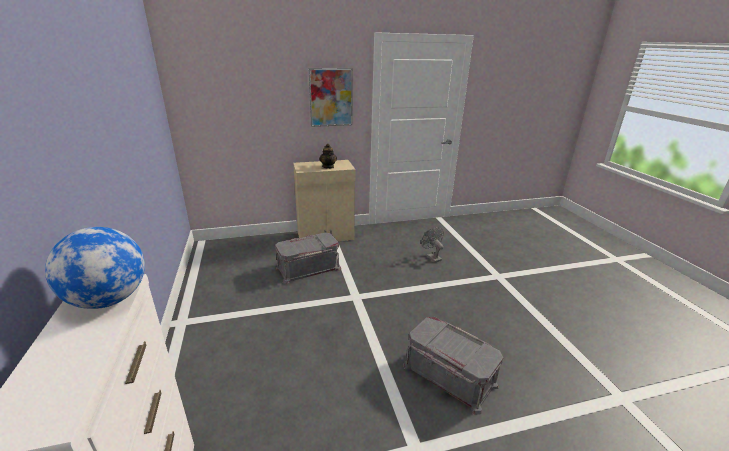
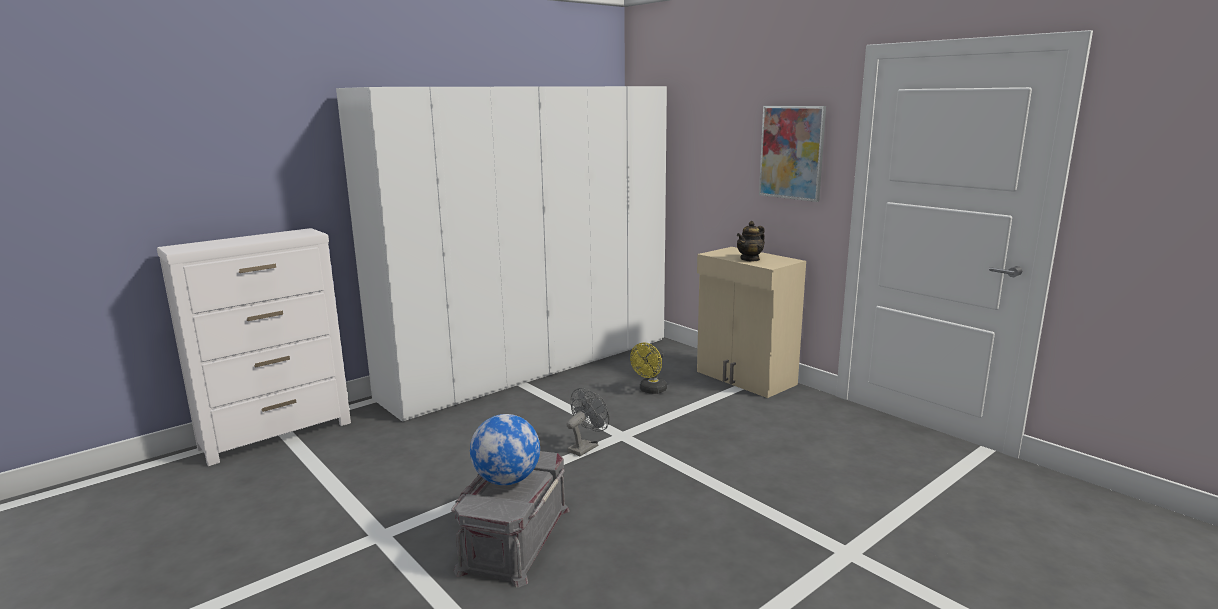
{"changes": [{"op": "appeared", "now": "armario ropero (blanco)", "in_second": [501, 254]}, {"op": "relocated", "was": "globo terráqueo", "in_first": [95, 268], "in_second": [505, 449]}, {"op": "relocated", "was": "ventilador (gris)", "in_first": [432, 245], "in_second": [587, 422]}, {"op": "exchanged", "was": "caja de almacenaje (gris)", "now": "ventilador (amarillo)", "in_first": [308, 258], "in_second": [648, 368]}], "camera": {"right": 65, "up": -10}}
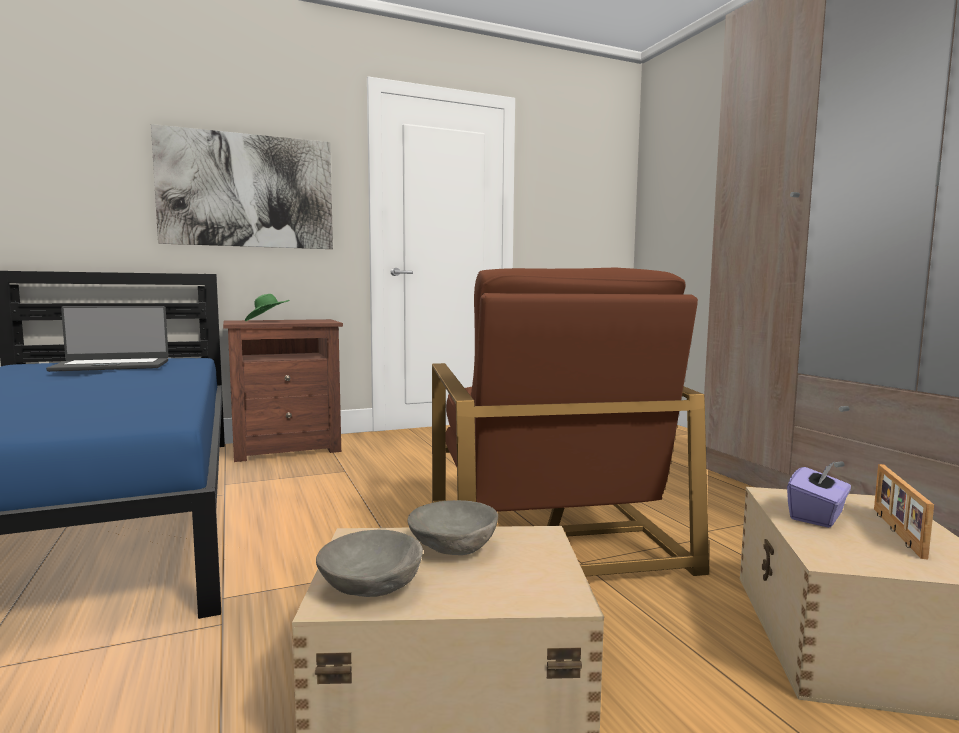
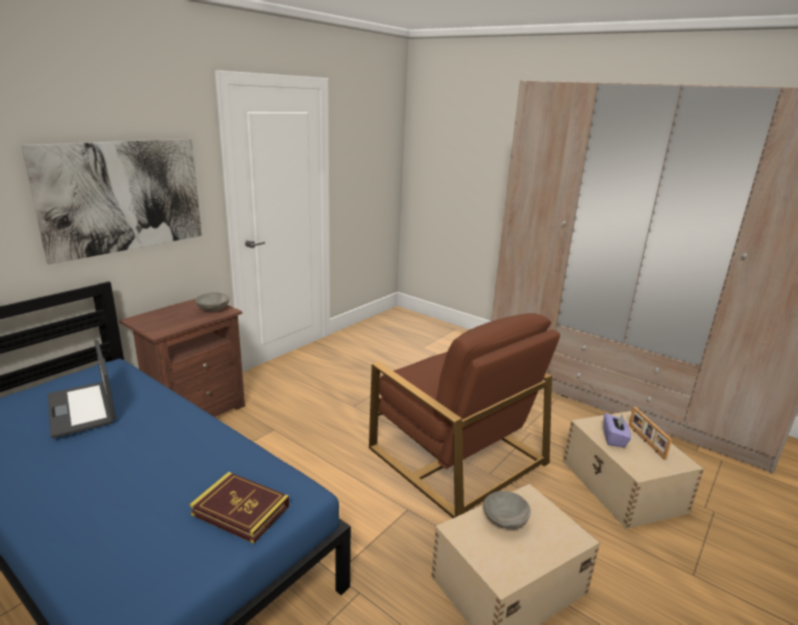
{"changes": [{"op": "spun", "was": "portátil", "in_first": [107, 339], "in_second": [82, 389], "clockwise": 105}, {"op": "appeared", "now": "libro", "in_second": [239, 507]}, {"op": "relocated", "was": "cuenco (gris)", "in_first": [369, 563], "in_second": [212, 302]}, {"op": "missing", "was": "sombrero (verde)", "in_first": [267, 307]}], "camera": {"right": -30, "up": 15}}
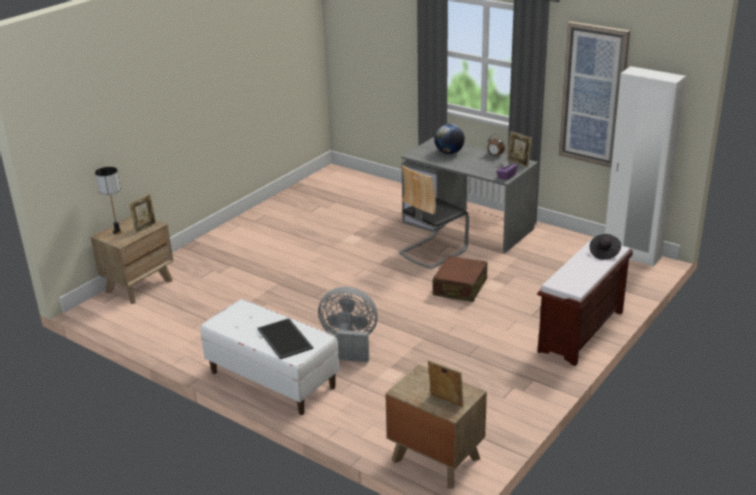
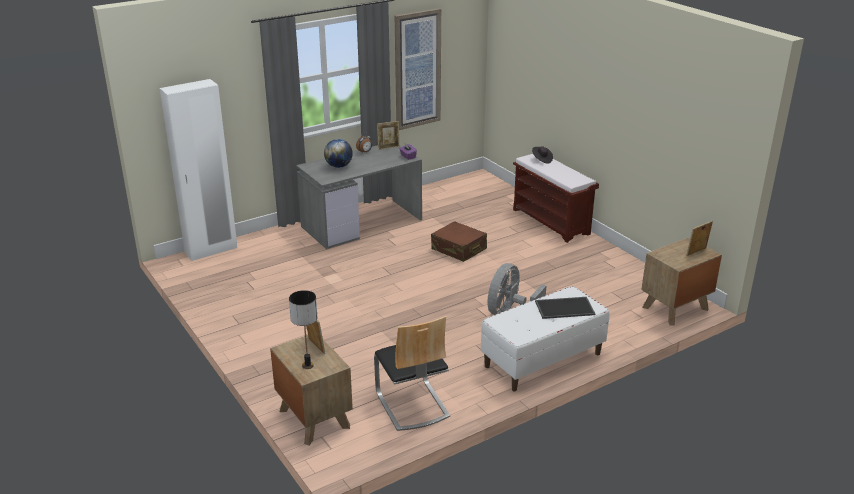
{"changes": [{"op": "relocated", "was": "armario ropero (blanco)", "in_first": [645, 166], "in_second": [198, 170]}, {"op": "relocated", "was": "silla", "in_first": [434, 217], "in_second": [412, 373]}], "camera": {"right": -70, "up": 0}}
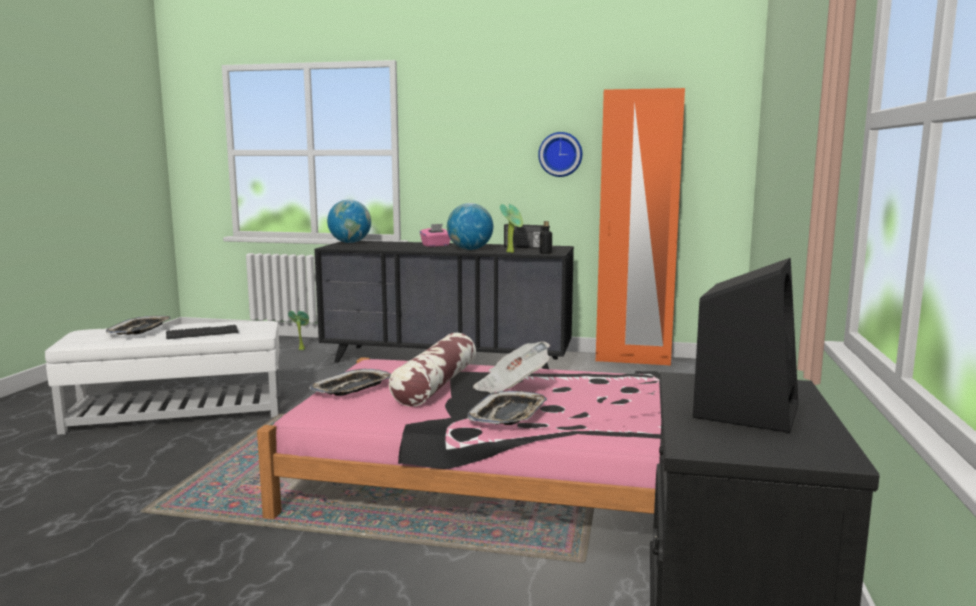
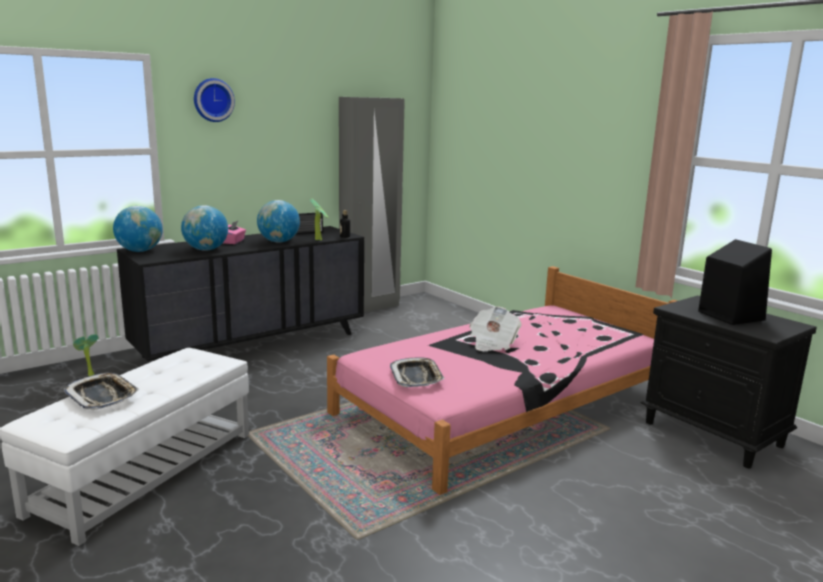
{"changes": [{"op": "appeared", "now": "globo terráqueo", "in_second": [204, 228]}, {"op": "relocated", "was": "reloj de pared", "in_first": [560, 154], "in_second": [214, 100]}, {"op": "colour", "was": "armario ropero (naranja)", "now": "armario ropero (gris)", "in_first": [640, 227], "in_second": [372, 204]}, {"op": "missing", "was": "teclado", "in_first": [202, 332]}, {"op": "missing", "was": "cojín", "in_first": [432, 369]}, {"op": "missing", "was": "bandeja", "in_first": [507, 408]}], "camera": {"right": -50, "up": 5}}
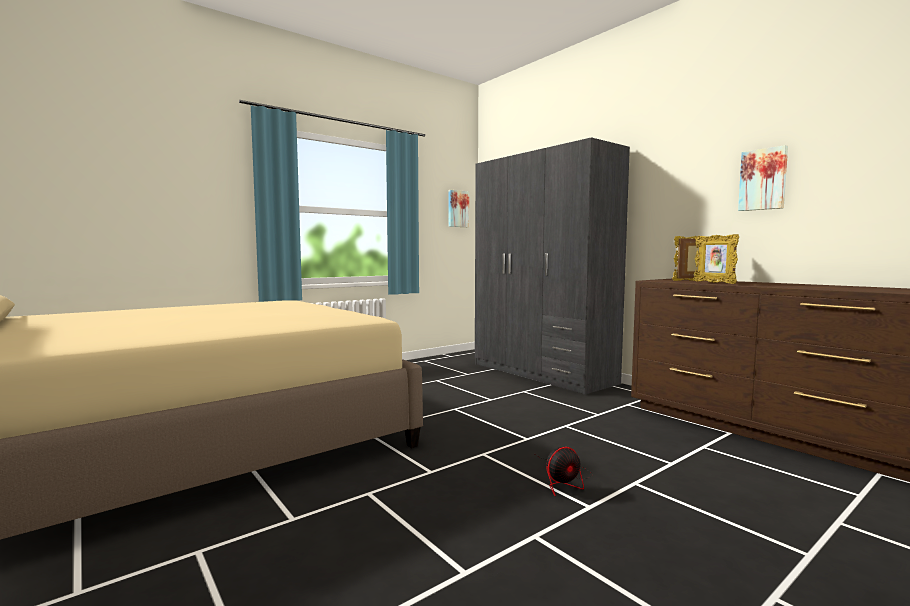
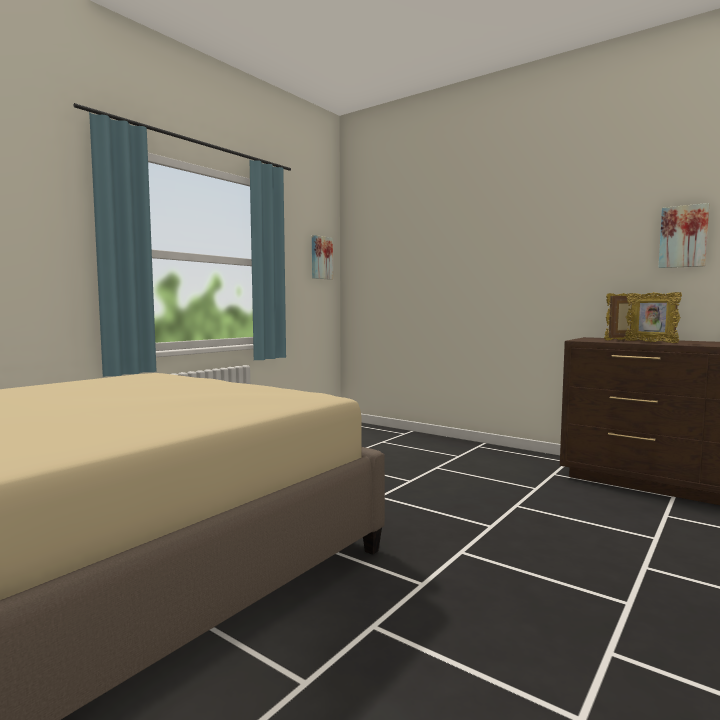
{"changes": [{"op": "missing", "was": "armario ropero (gris)", "in_first": [552, 266]}, {"op": "missing", "was": "ventilador", "in_first": [564, 471]}], "camera": {"right": -15, "up": 0}}
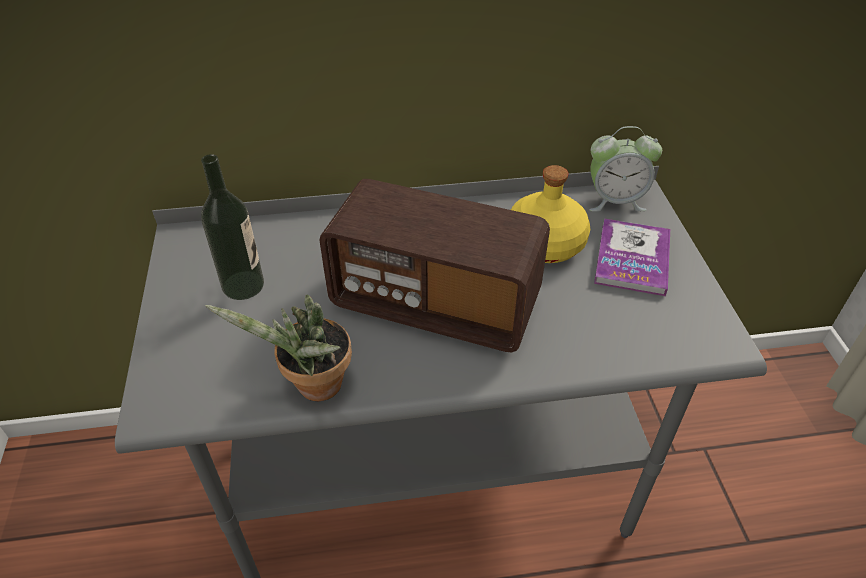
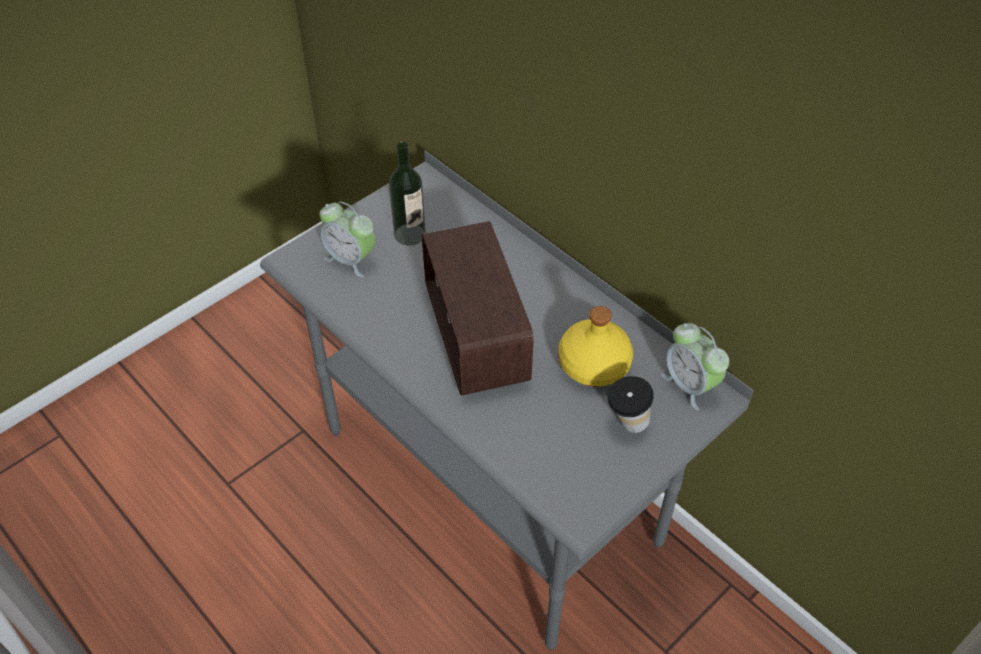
{"changes": [{"op": "appeared", "now": "despertador", "in_second": [347, 240]}, {"op": "exchanged", "was": "libro", "now": "taza", "in_first": [632, 257], "in_second": [630, 404]}, {"op": "missing", "was": "planta en maceta", "in_first": [278, 348]}], "camera": {"right": 55, "up": 5}}
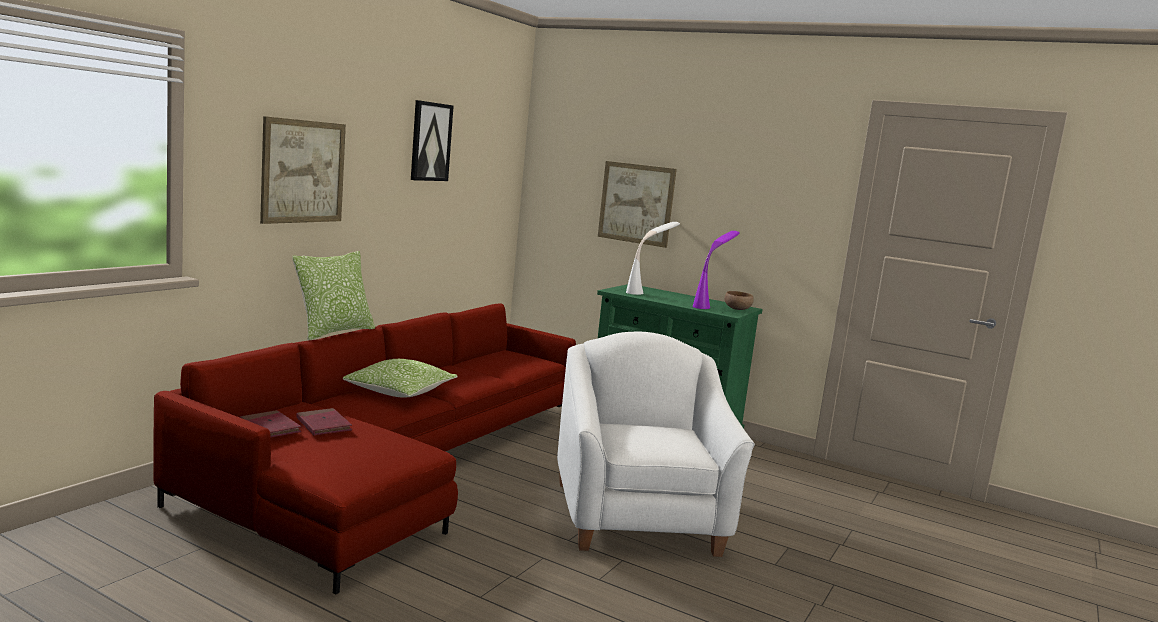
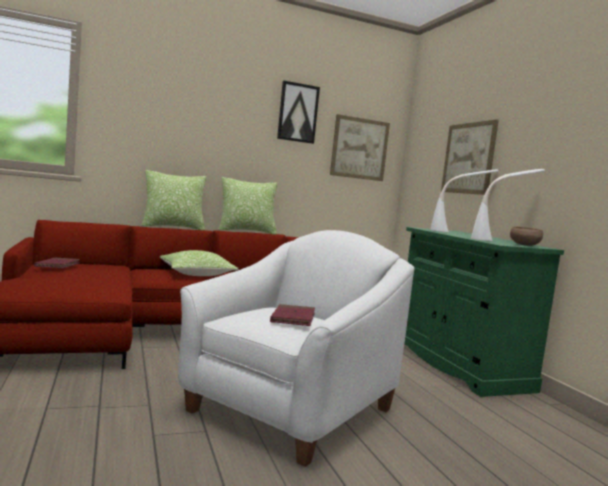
{"changes": [{"op": "appeared", "now": "cojín", "in_second": [248, 206]}, {"op": "relocated", "was": "libro (rojo)", "in_first": [324, 422], "in_second": [292, 315]}, {"op": "relocated", "was": "cuadro", "in_first": [303, 170], "in_second": [360, 147]}, {"op": "colour", "was": "lámpara de mesa (morado)", "now": "lámpara de mesa (blanco)", "in_first": [716, 270], "in_second": [508, 205]}], "camera": {"right": 40, "up": -5}}
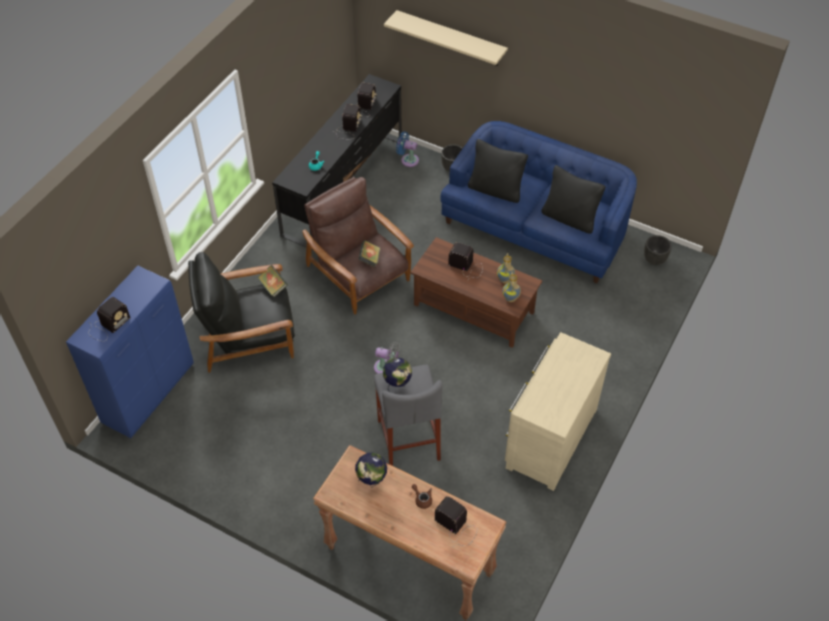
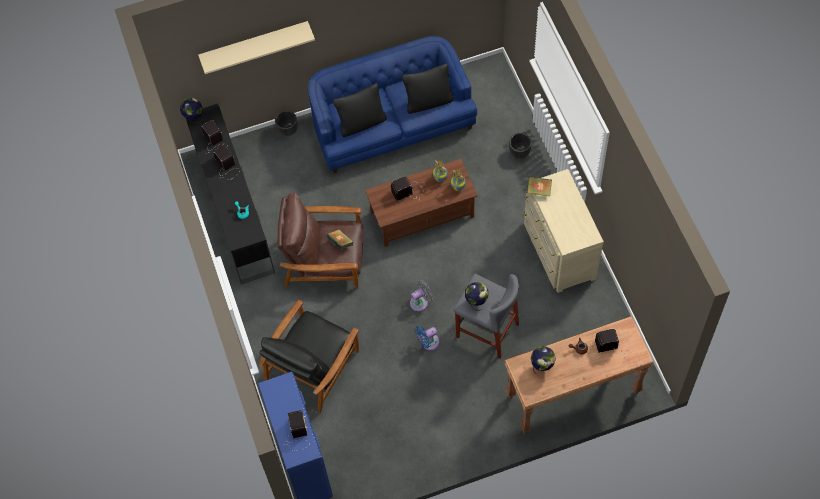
{"changes": [{"op": "appeared", "now": "globo terráqueo", "in_second": [191, 110]}, {"op": "relocated", "was": "ventilador (azul)", "in_first": [407, 149], "in_second": [427, 338]}, {"op": "relocated", "was": "maceta (negro)", "in_first": [658, 250], "in_second": [520, 146]}, {"op": "relocated", "was": "libro", "in_first": [272, 281], "in_second": [539, 186]}], "camera": {"right": -45, "up": 10}}
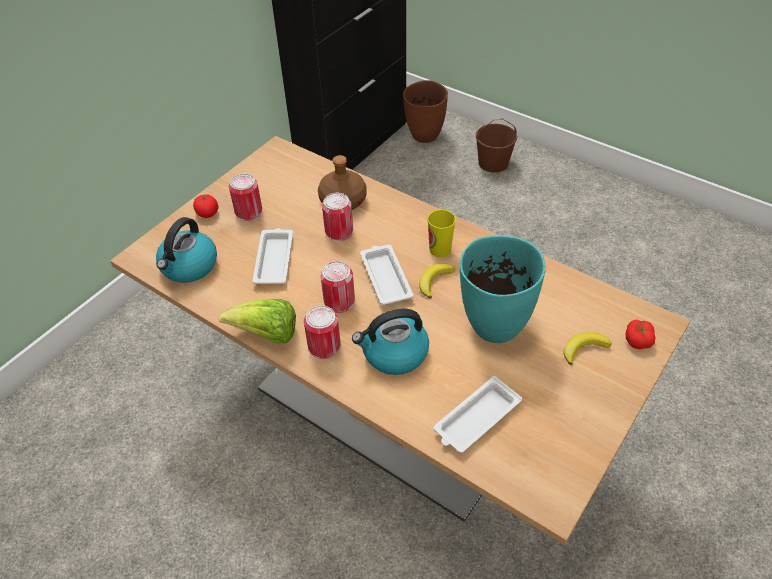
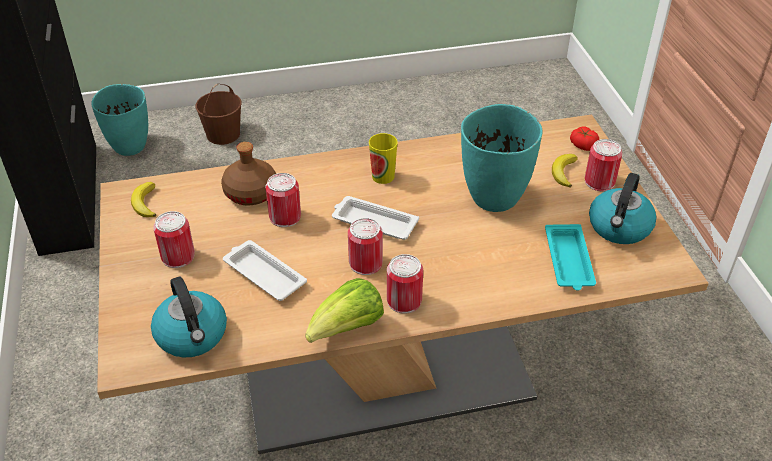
{"changes": [{"op": "colour", "was": "florero (marrón)", "now": "florero (turquesa)", "in_first": [425, 111], "in_second": [119, 120]}, {"op": "relocated", "was": "plátano", "in_first": [437, 281], "in_second": [144, 199]}, {"op": "colour", "was": "bandeja (blanco)", "now": "bandeja (turquesa)", "in_first": [478, 414], "in_second": [570, 257]}, {"op": "appeared", "now": "lata", "in_second": [603, 165]}, {"op": "relocated", "was": "hervidor", "in_first": [390, 341], "in_second": [623, 208]}, {"op": "missing", "was": "tomate", "in_first": [205, 206]}], "camera": {"right": -50, "up": -5}}
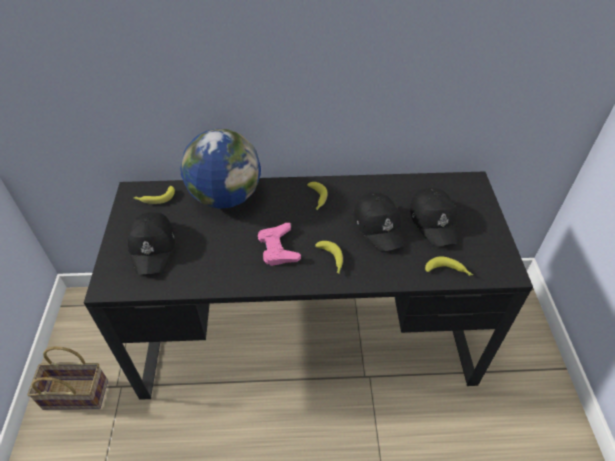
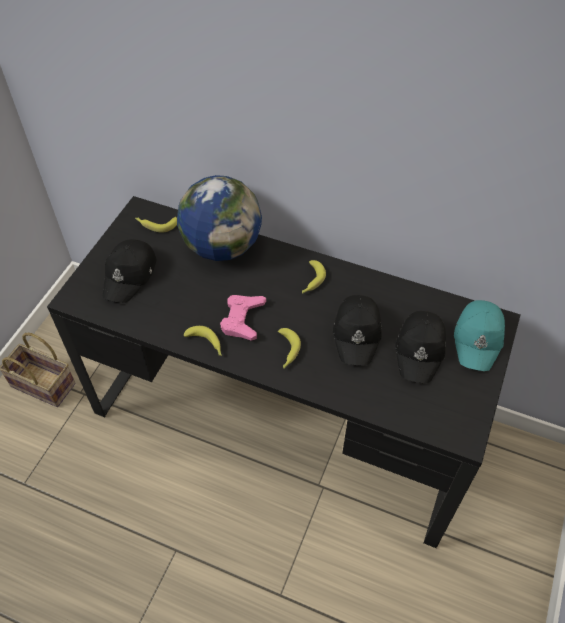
{"changes": [{"op": "relocated", "was": "plátano", "in_first": [449, 266], "in_second": [203, 341]}, {"op": "appeared", "now": "gorra (turquesa)", "in_second": [479, 335]}], "camera": {"right": 25, "up": 5}}
